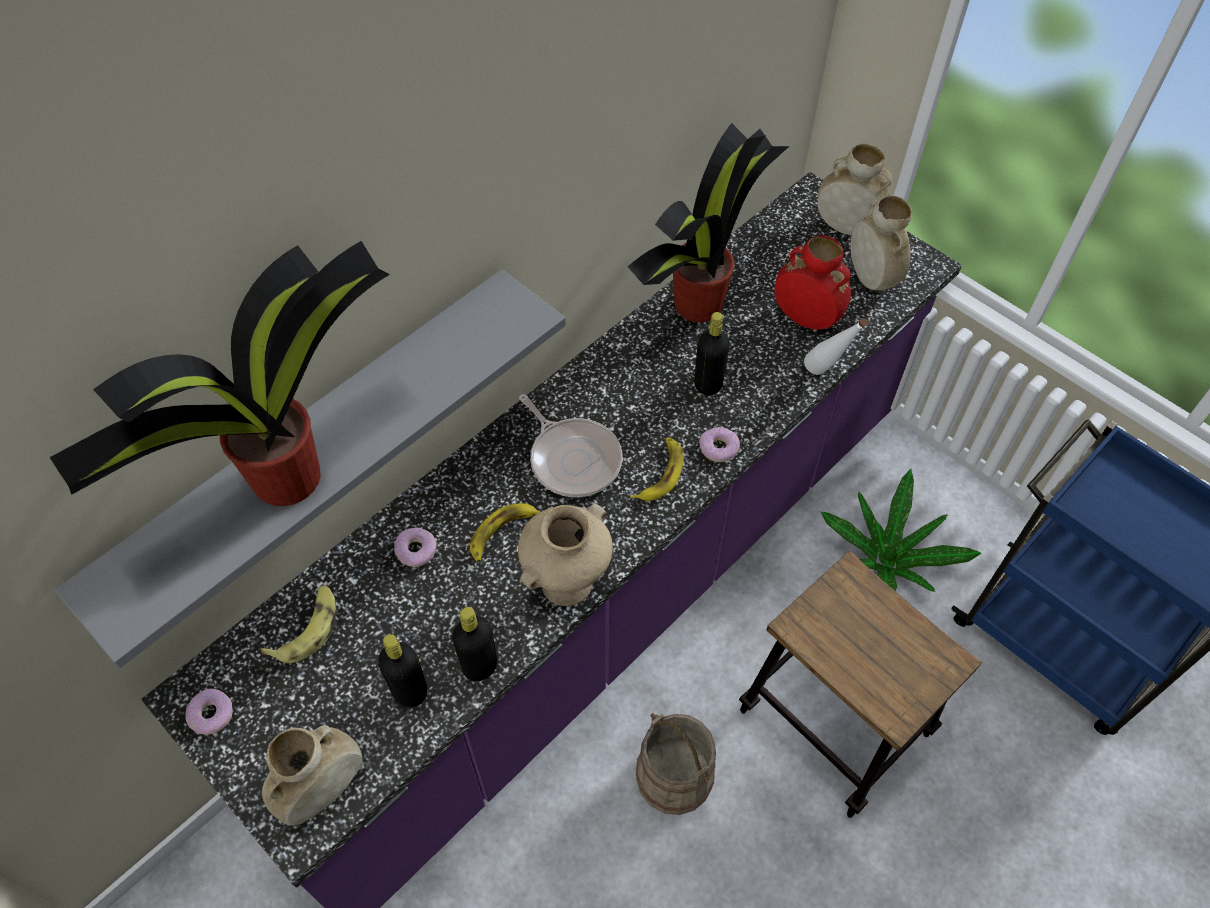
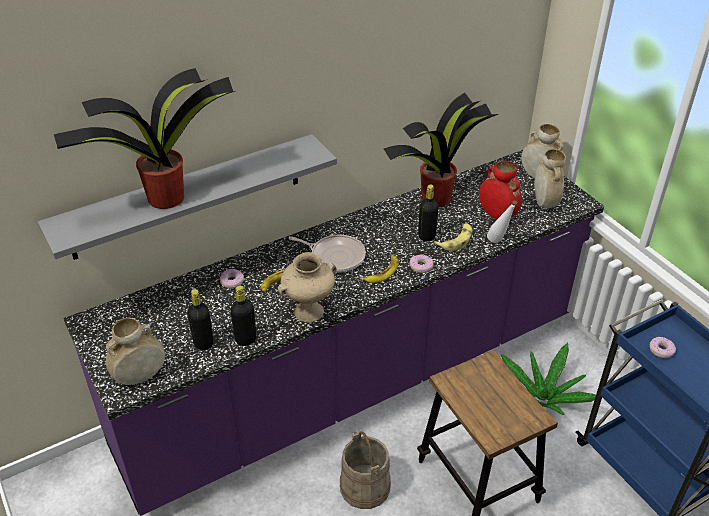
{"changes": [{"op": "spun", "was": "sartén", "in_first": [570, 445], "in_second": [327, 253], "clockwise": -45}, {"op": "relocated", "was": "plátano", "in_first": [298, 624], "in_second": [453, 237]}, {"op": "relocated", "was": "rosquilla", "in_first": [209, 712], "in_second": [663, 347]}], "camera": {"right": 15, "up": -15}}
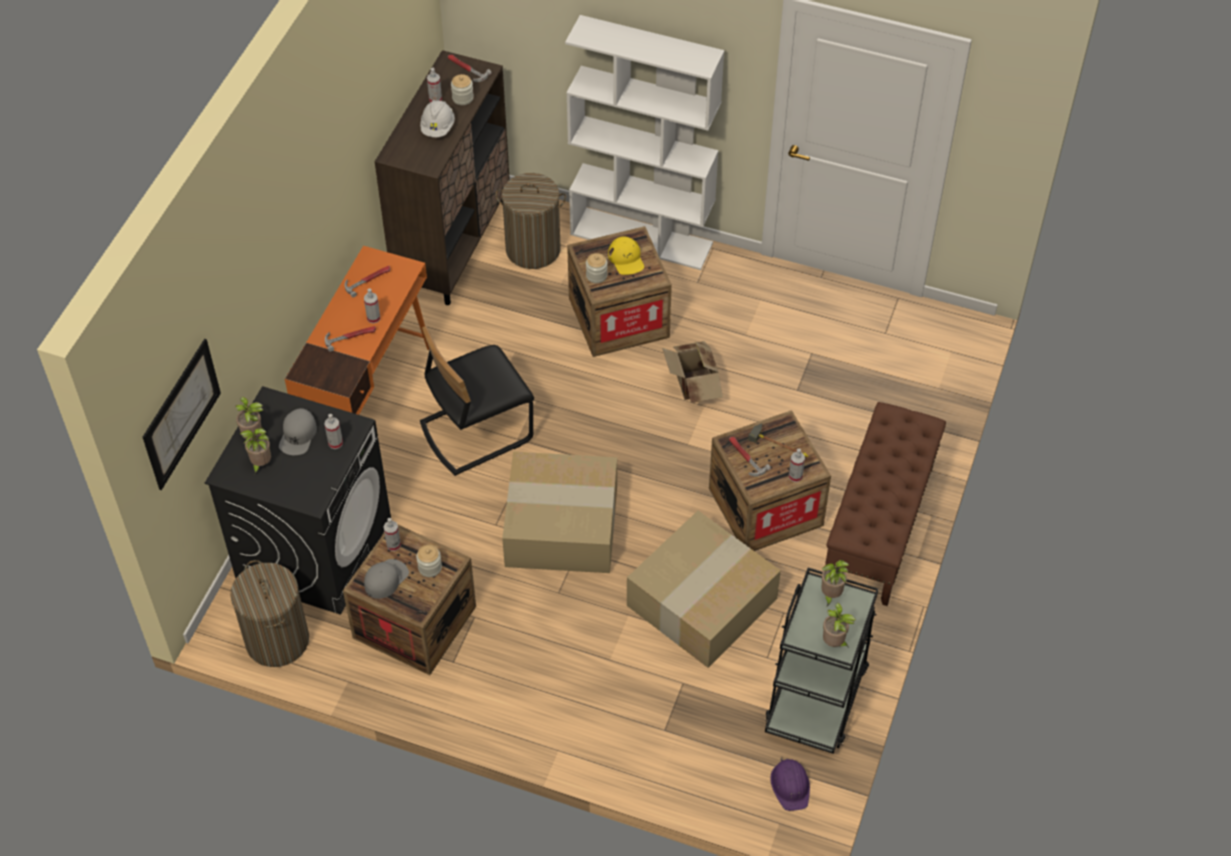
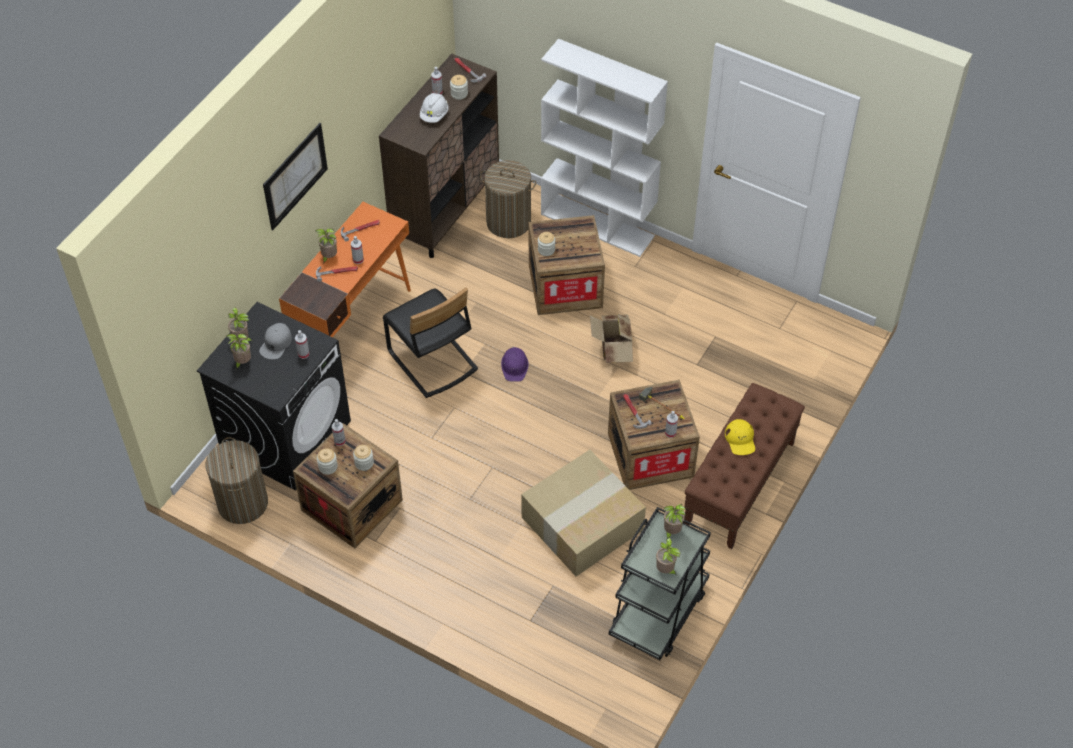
{"changes": [{"op": "relocated", "was": "cuadro", "in_first": [182, 414], "in_second": [295, 176]}, {"op": "appeared", "now": "planta en maceta", "in_second": [326, 246]}, {"op": "exchanged", "was": "gorra (gris)", "now": "tarro", "in_first": [386, 579], "in_second": [327, 461]}, {"op": "spun", "was": "silla (negro)", "in_first": [477, 401], "in_second": [430, 342], "clockwise": -105}, {"op": "relocated", "was": "casco (morado)", "in_first": [790, 784], "in_second": [515, 364]}, {"op": "relocated", "was": "gorra (amarillo)", "in_first": [626, 255], "in_second": [740, 437]}, {"op": "missing", "was": "caja de cartón", "in_first": [559, 512]}], "camera": {"right": 10, "up": 0}}
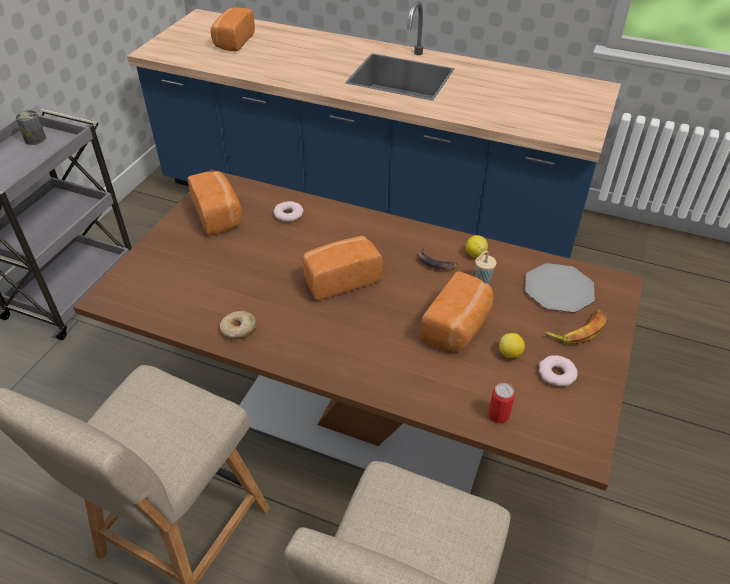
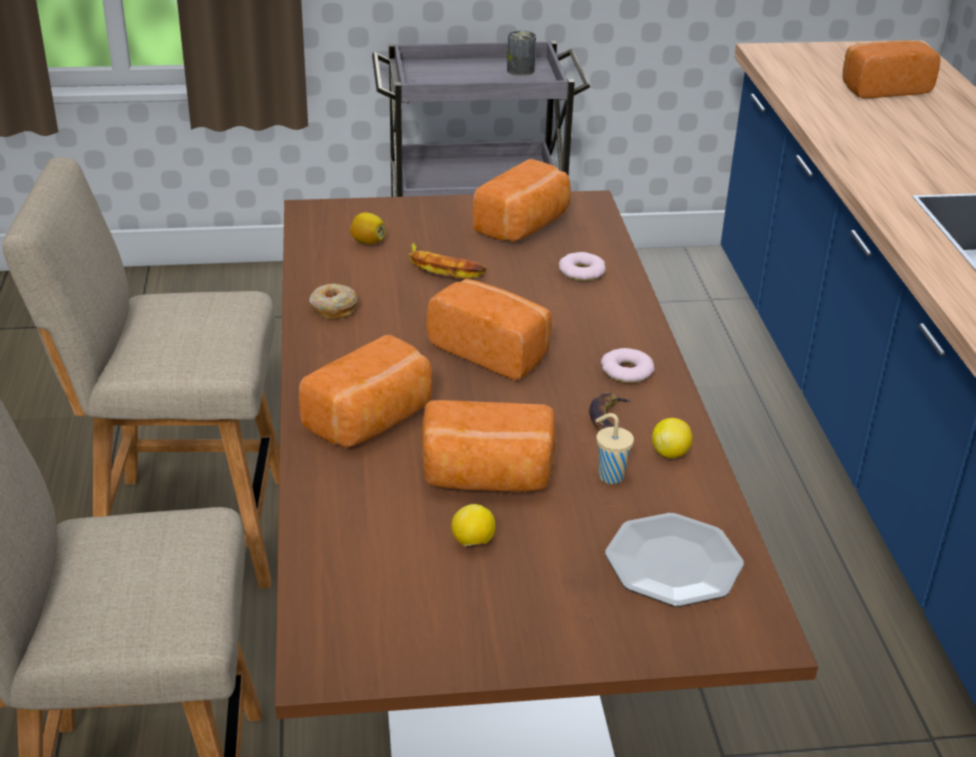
{"changes": [{"op": "appeared", "now": "pan", "in_second": [365, 391]}, {"op": "appeared", "now": "limón", "in_second": [367, 228]}, {"op": "relocated", "was": "plátano", "in_first": [575, 327], "in_second": [448, 261]}, {"op": "relocated", "was": "rosquilla", "in_first": [558, 371], "in_second": [627, 365]}, {"op": "missing", "was": "lata", "in_first": [501, 403]}], "camera": {"right": 60, "up": -10}}
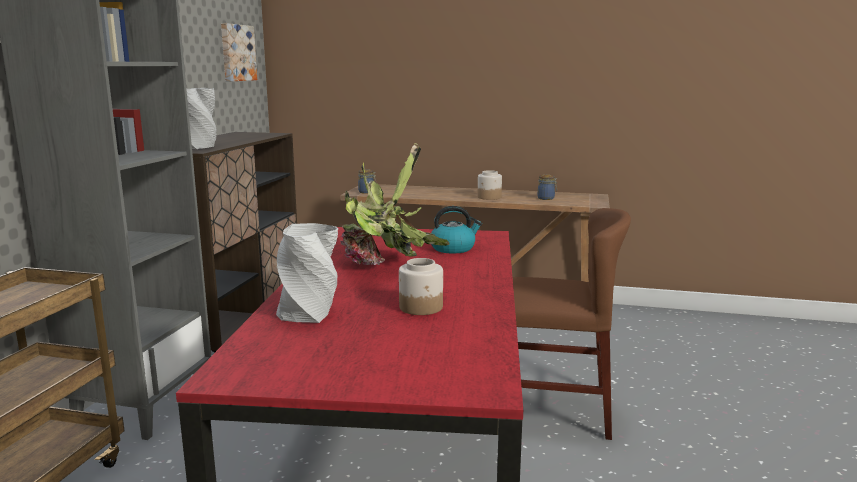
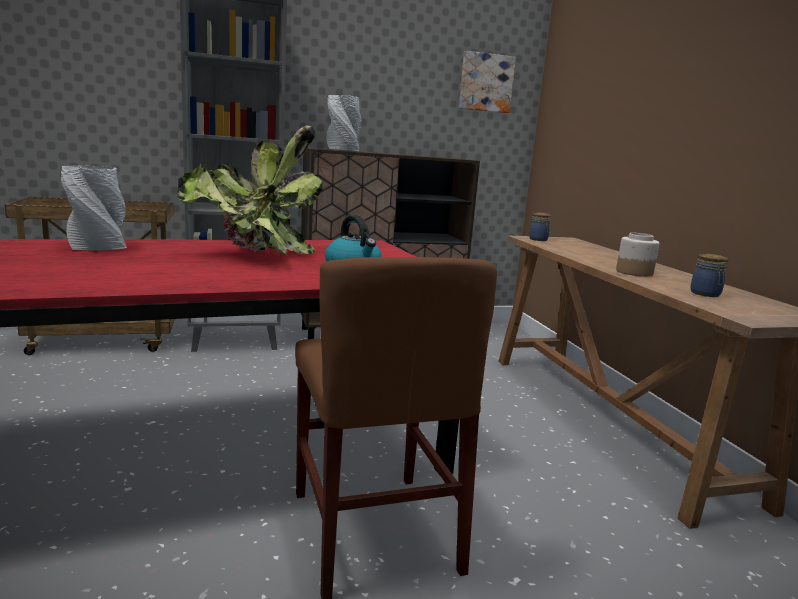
{"changes": [{"op": "missing", "was": "tarro", "in_first": [421, 286]}], "camera": {"right": 60, "up": 0}}
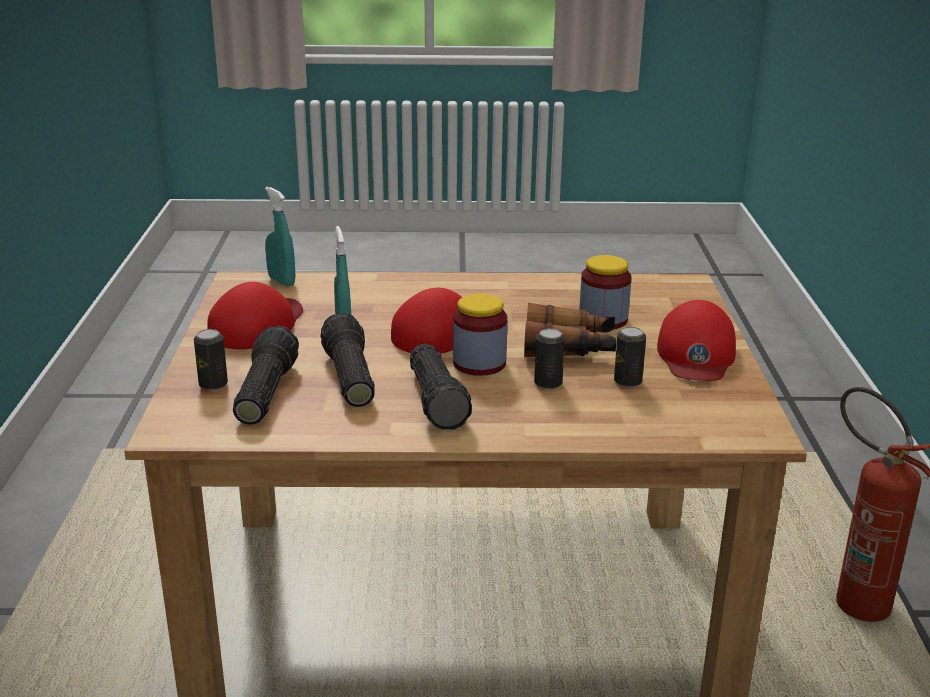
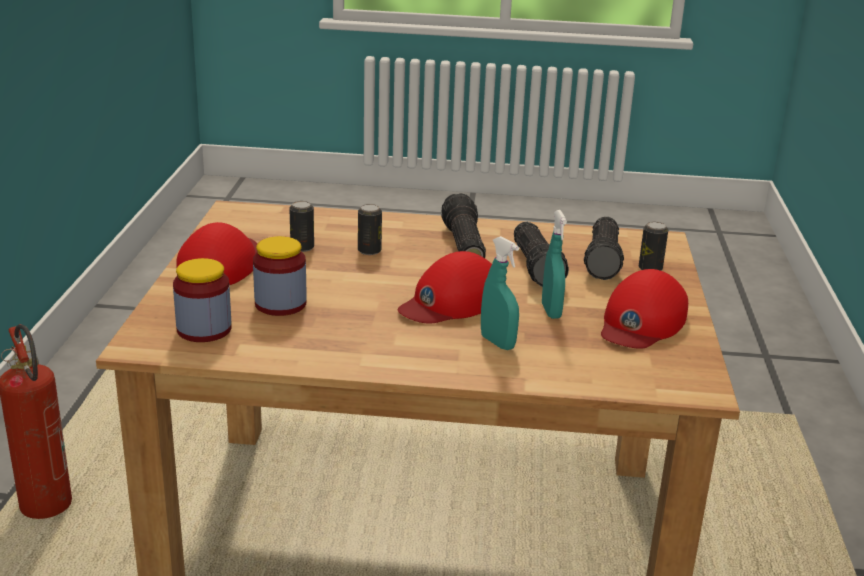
{"changes": [{"op": "relocated", "was": "tarro", "in_first": [480, 334], "in_second": [202, 300]}, {"op": "relocated", "was": "pulverizador (turquesa)", "in_first": [280, 236], "in_second": [500, 293]}, {"op": "missing", "was": "prismáticos", "in_first": [570, 330]}], "camera": {"right": -175, "up": 0}}
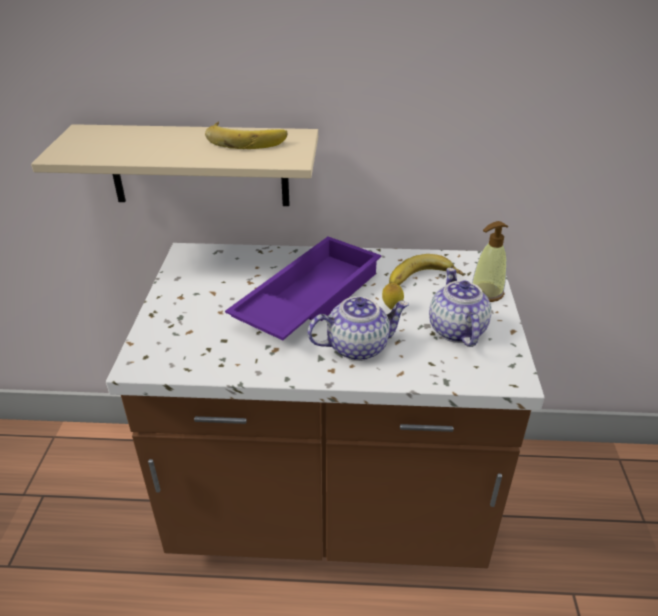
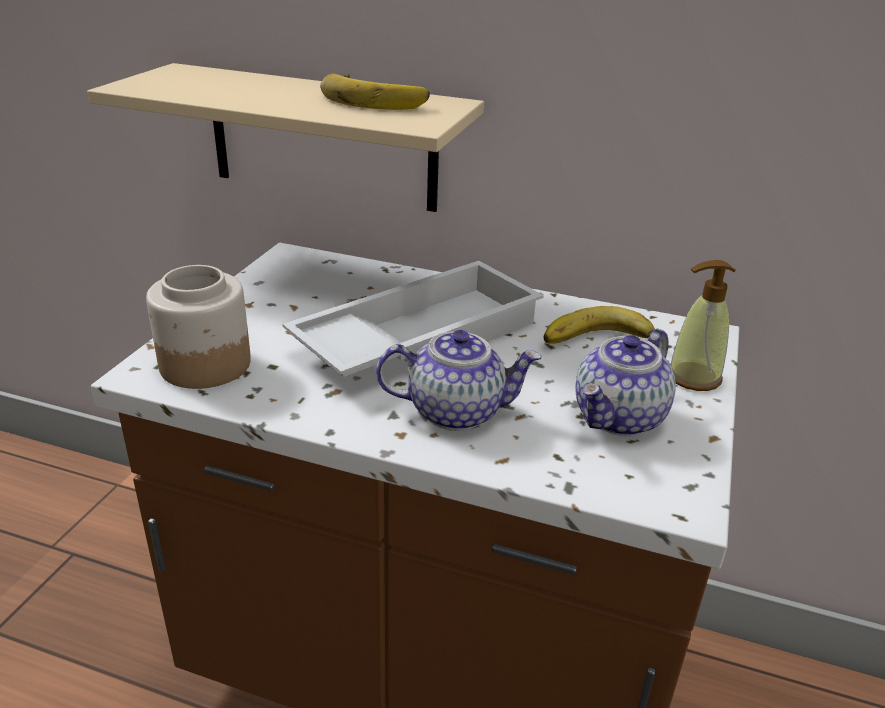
{"changes": [{"op": "appeared", "now": "tarro", "in_second": [198, 327]}, {"op": "colour", "was": "bandeja (morado)", "now": "bandeja (blanco)", "in_first": [303, 288], "in_second": [413, 319]}, {"op": "spun", "was": "tetera", "in_first": [460, 307], "in_second": [625, 382], "clockwise": -150}, {"op": "missing", "was": "limón", "in_first": [393, 296]}], "camera": {"right": 15, "up": -5}}
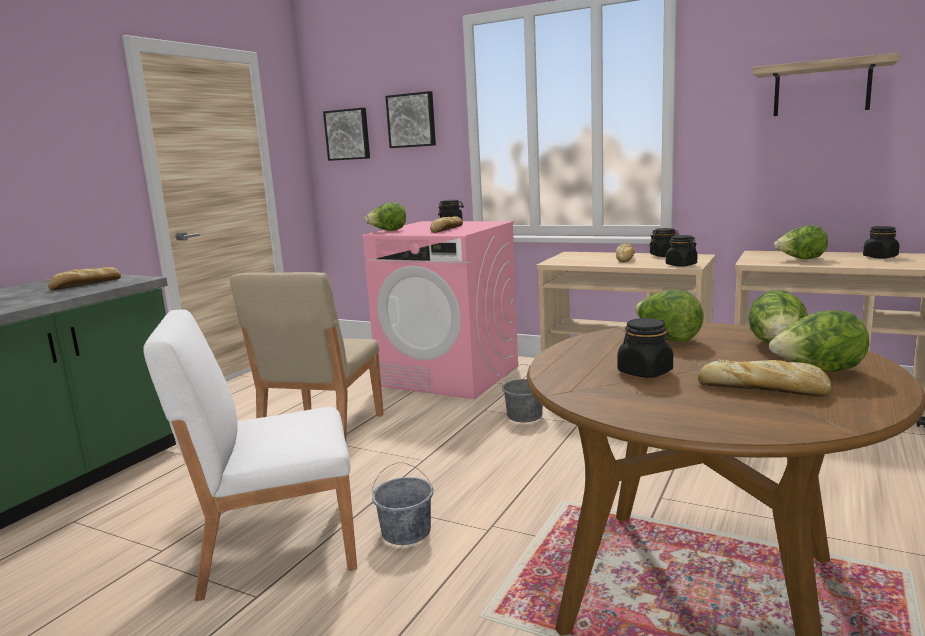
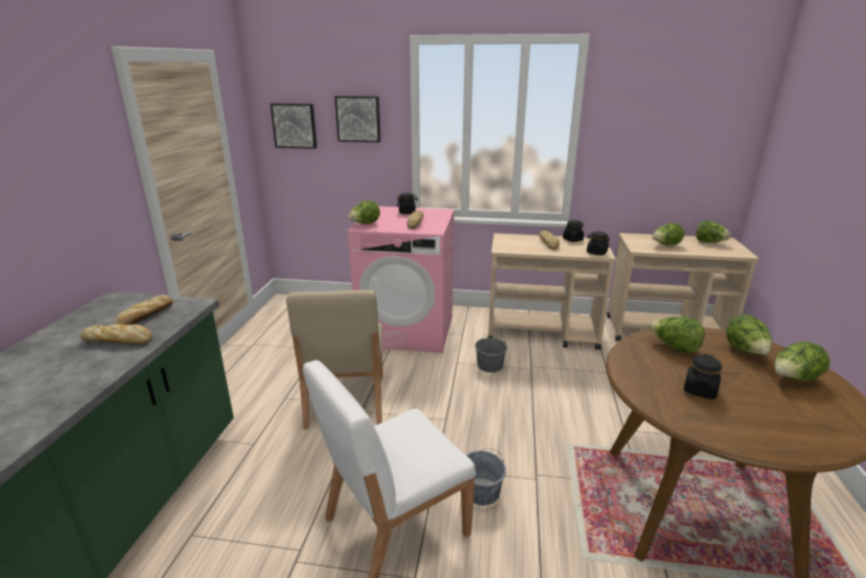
{"changes": [{"op": "relocated", "was": "pan", "in_first": [765, 377], "in_second": [116, 334]}, {"op": "exchanged", "was": "tarro (negro)", "now": "lechuga", "in_first": [881, 242], "in_second": [713, 231]}, {"op": "missing", "was": "estante", "in_first": [826, 84]}], "camera": {"right": -20, "up": 10}}
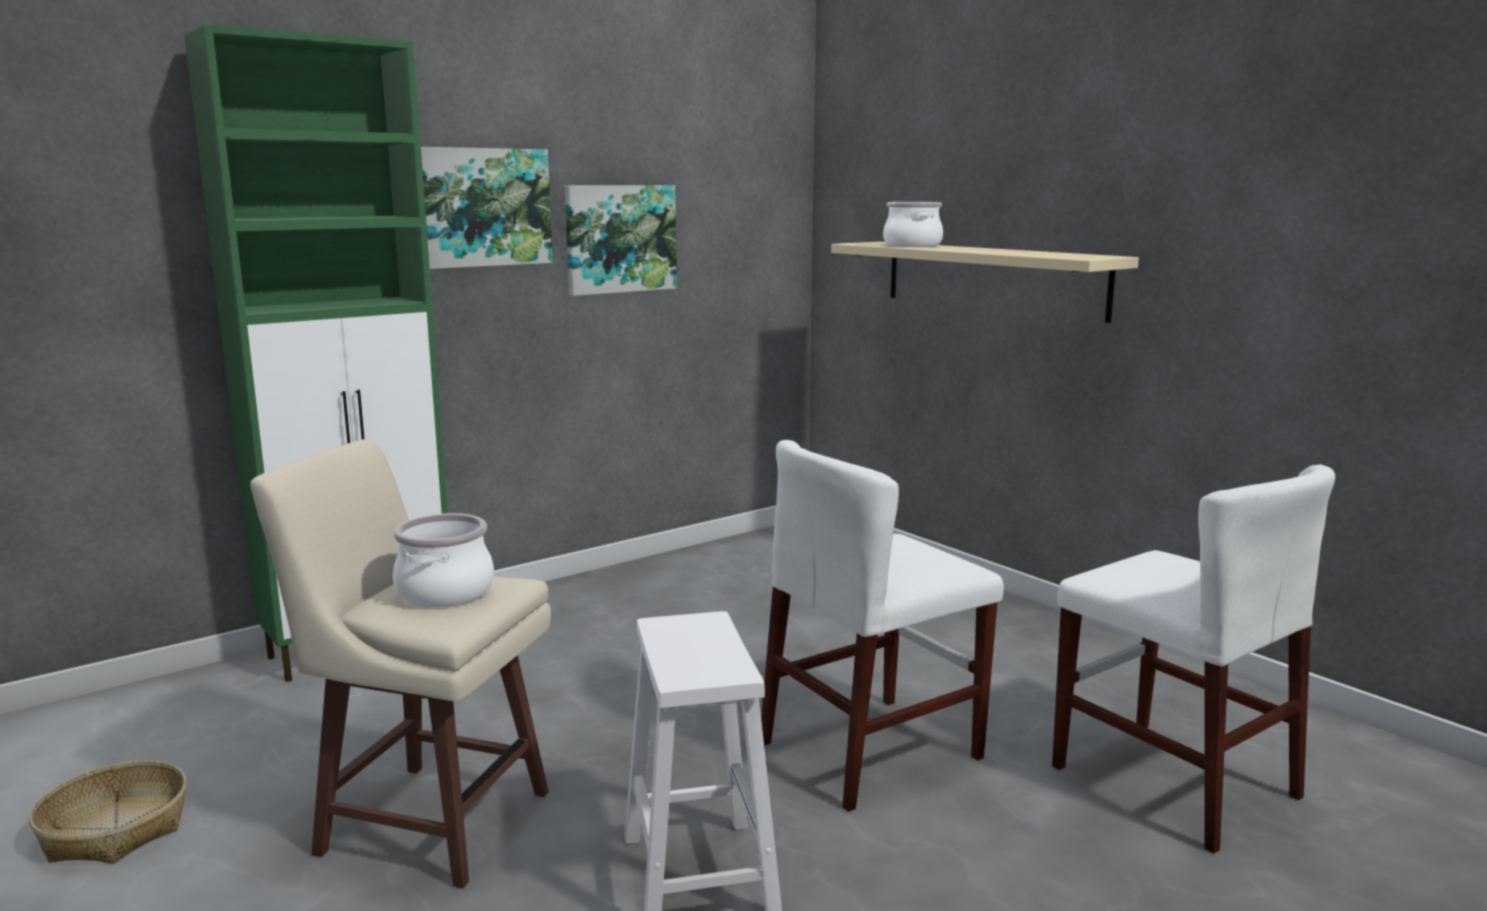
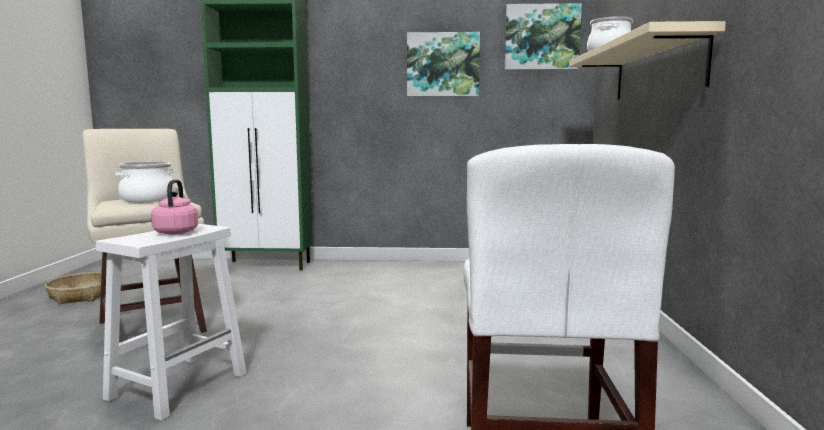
{"changes": [{"op": "appeared", "now": "hervidor (rosa)", "in_second": [174, 207]}, {"op": "relocated", "was": "cuadro", "in_first": [487, 208], "in_second": [543, 36]}, {"op": "missing", "was": "silla (blanco)", "in_first": [882, 626]}], "camera": {"right": 40, "up": -5}}
